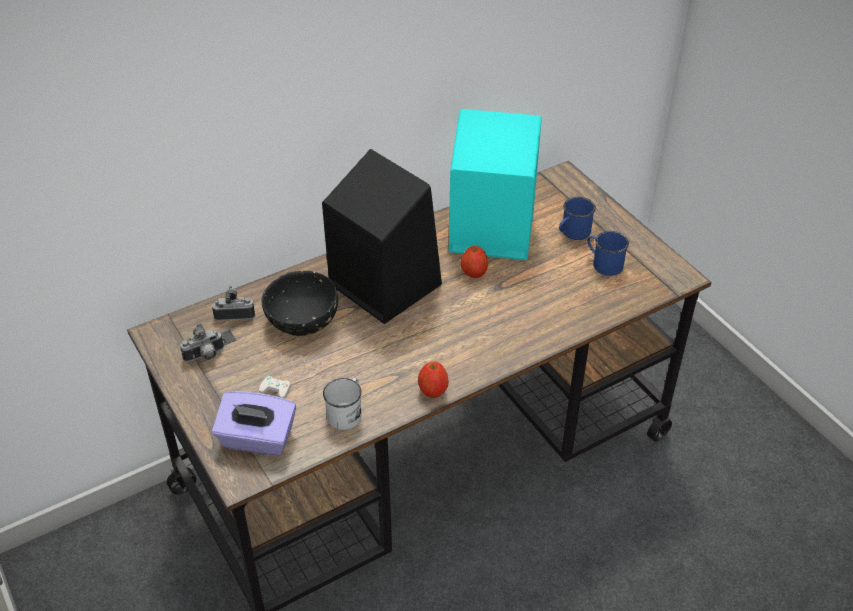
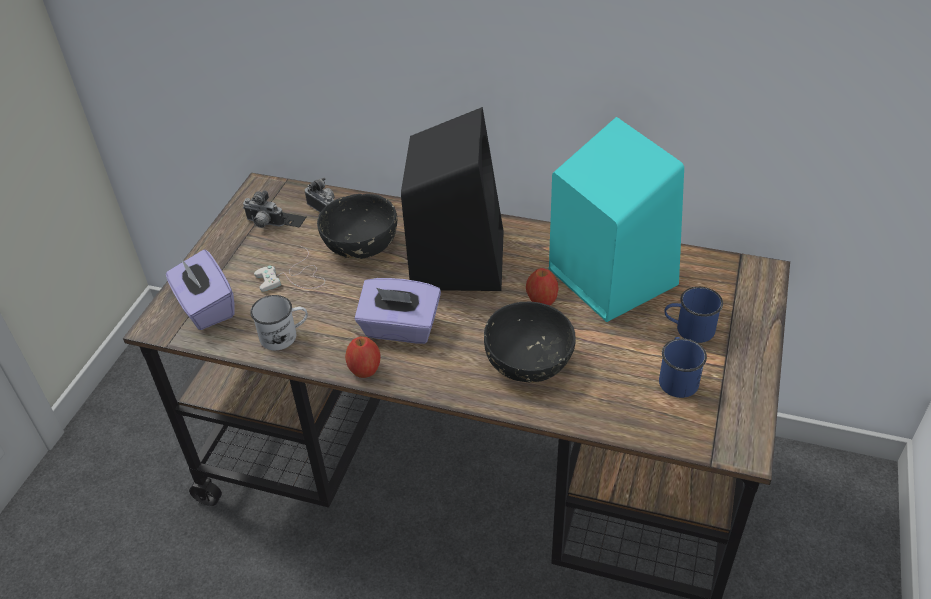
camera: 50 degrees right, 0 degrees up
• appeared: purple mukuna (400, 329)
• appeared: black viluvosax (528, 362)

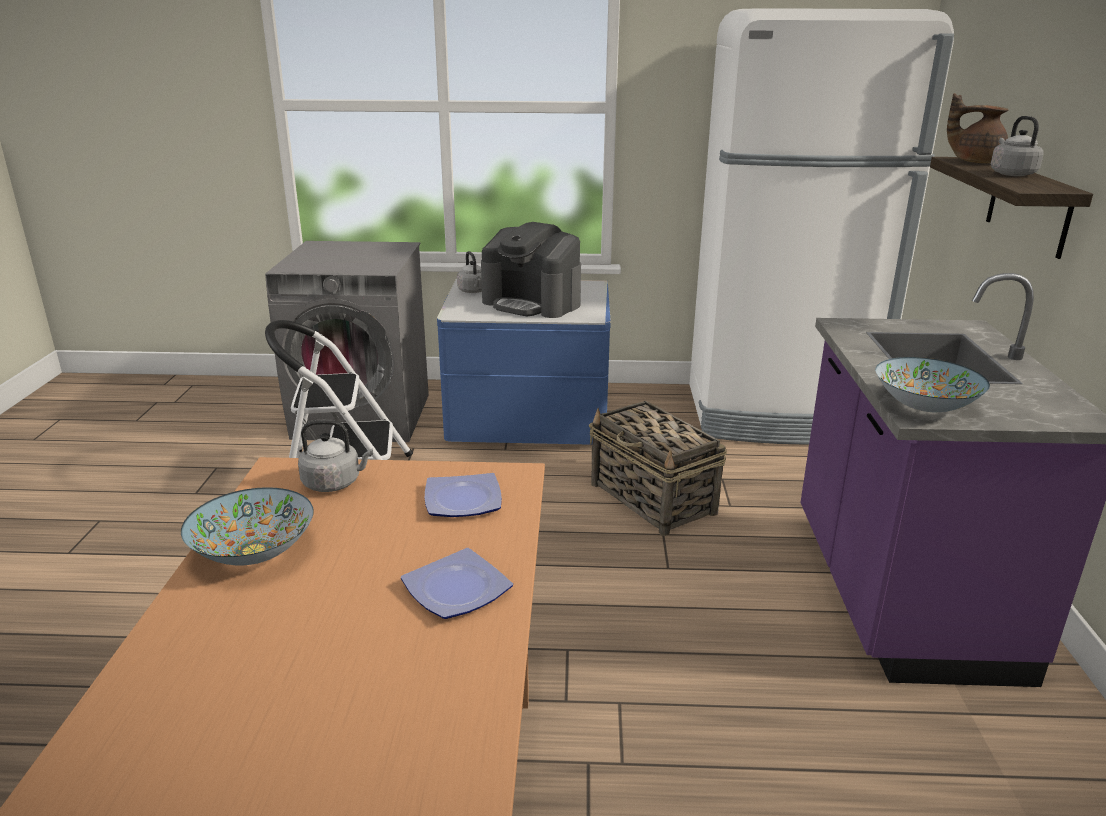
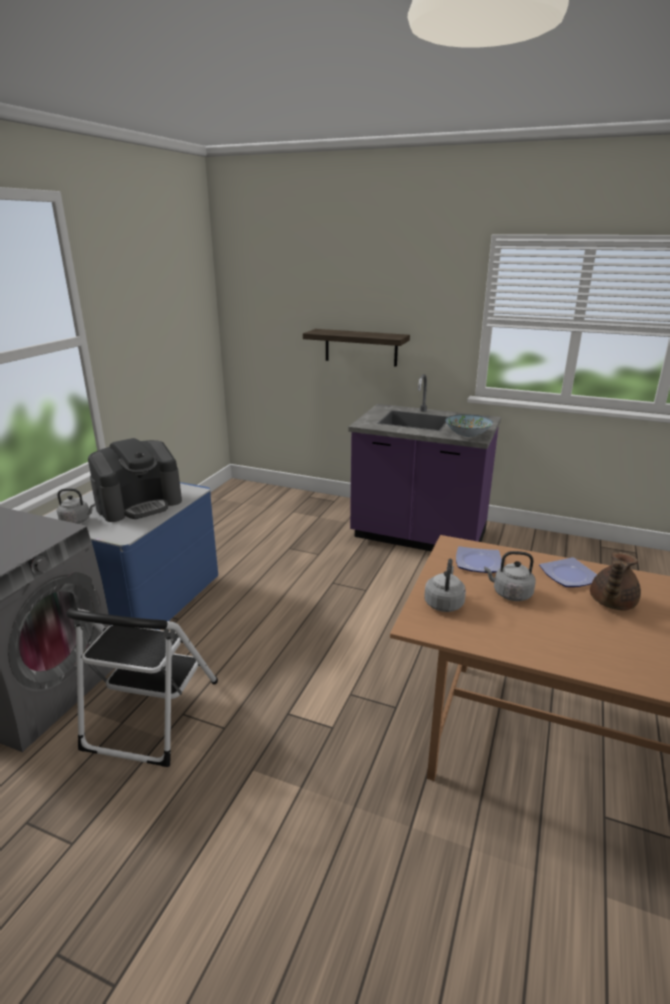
camera: 70 degrees left, 0 degrees up
• relocated: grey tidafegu (1011, 174) to (510, 594)
• relocated: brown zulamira (975, 161) to (611, 602)
• missing: viluvosax (253, 552)
• missing: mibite (653, 499)
• missing: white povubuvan (780, 414)

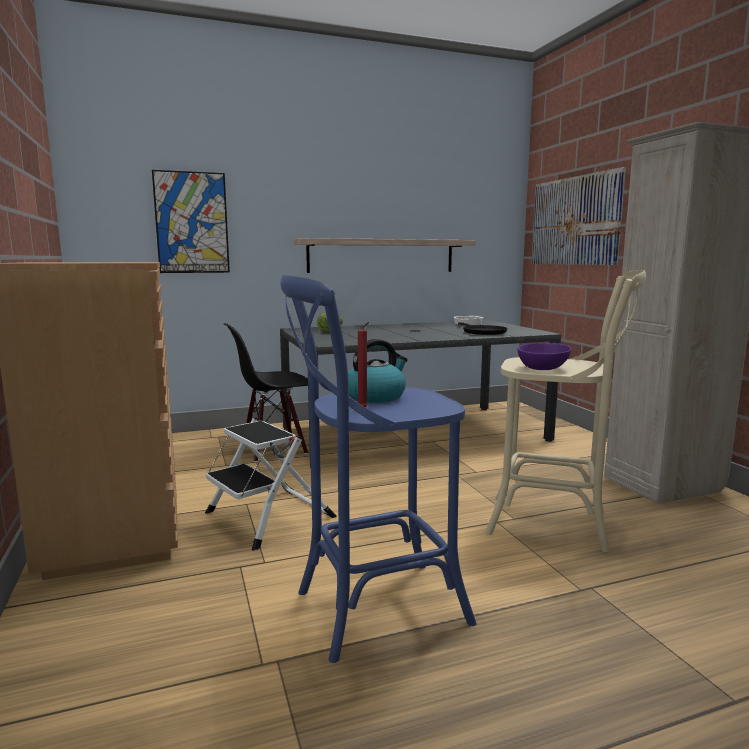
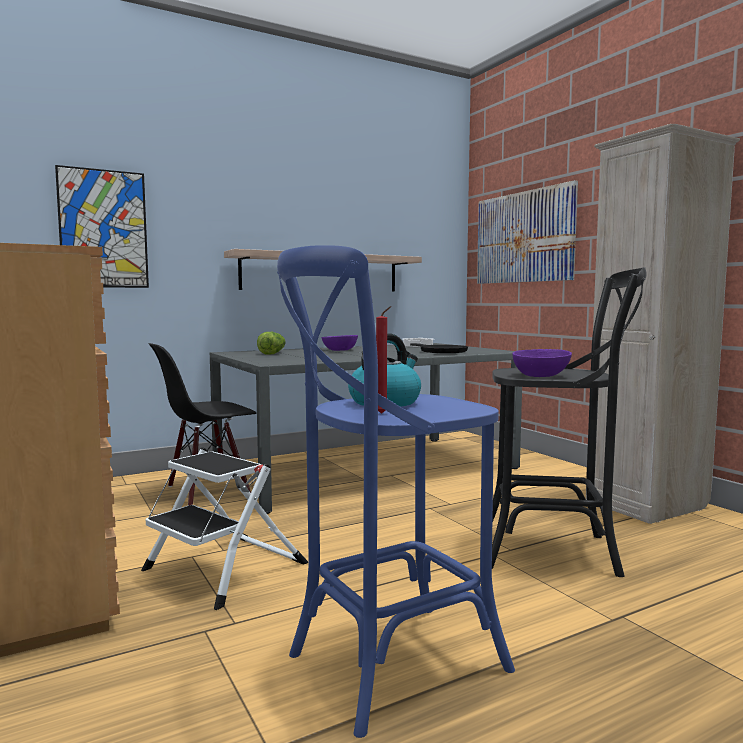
camera: 10 degrees left, 5 degrees down
• appeared: purple viluvosax (340, 350)
• colour: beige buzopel (554, 524) to black buzopel (555, 552)

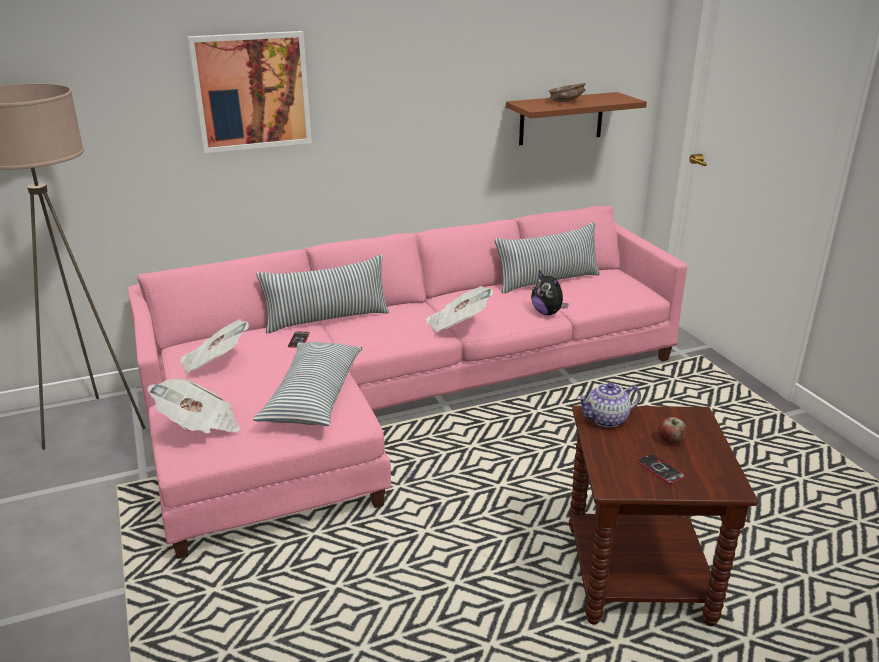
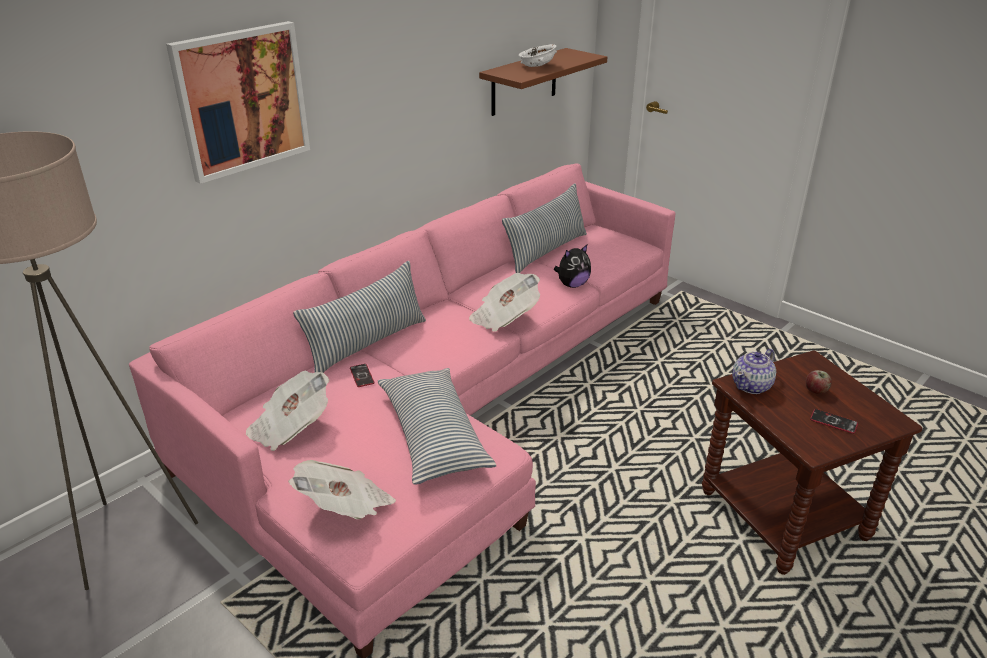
camera: 25 degrees left, 5 degrees up
• colour: brown viluvosax (566, 101) to white viluvosax (537, 65)
• spun: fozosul (547, 313) = (572, 285) 60 degrees counterclockwise

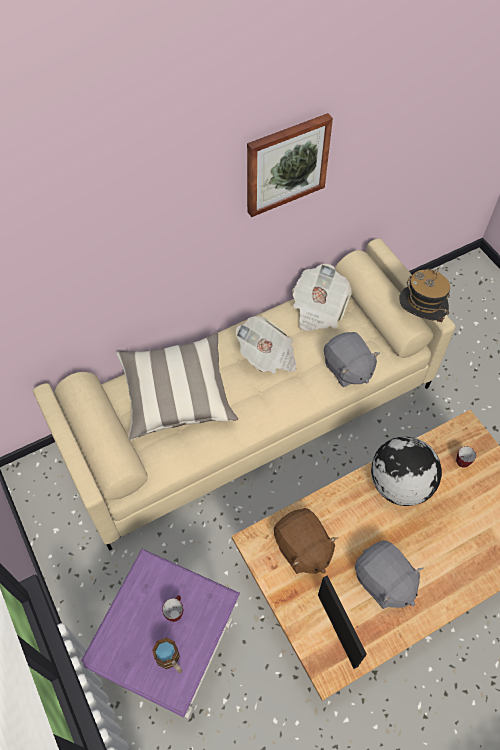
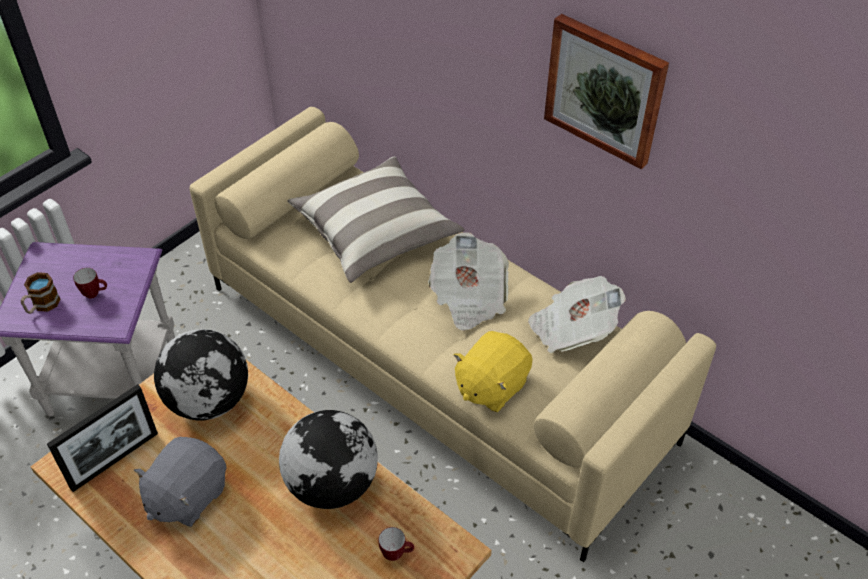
camera: 70 degrees right, 10 degrees down
• exchanged: brown fozosul (302, 548) to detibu (210, 400)
• colour: grey fozosul (347, 369) to yellow fozosul (491, 386)
• missing: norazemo (419, 317)

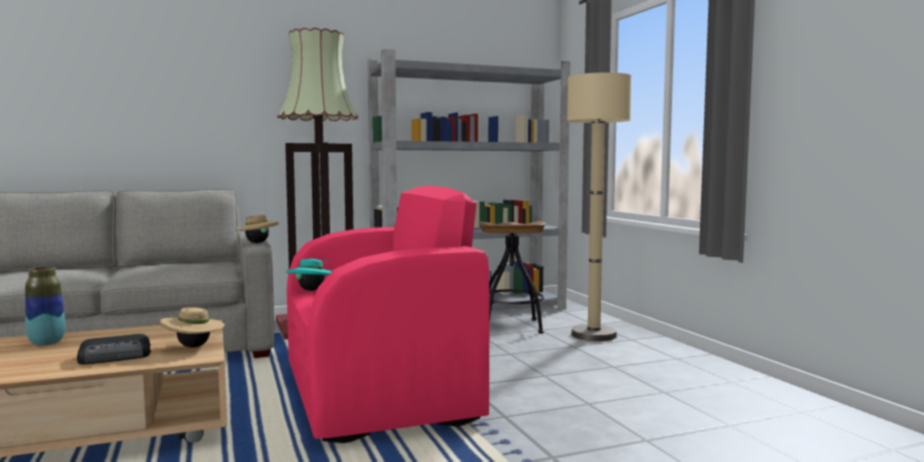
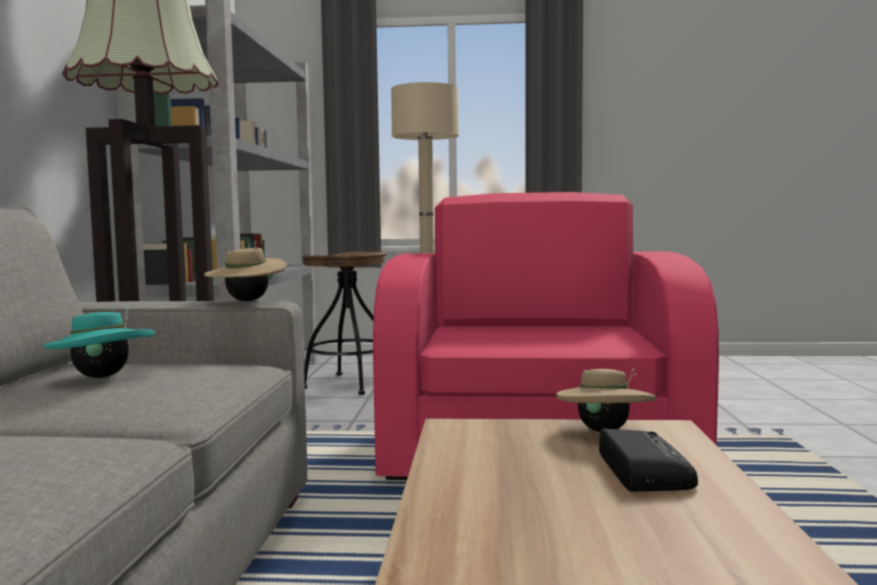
camera: 65 degrees left, 0 degrees up
• relocated: turquoise norazemo (312, 290) to (103, 376)
• missing: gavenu (46, 343)

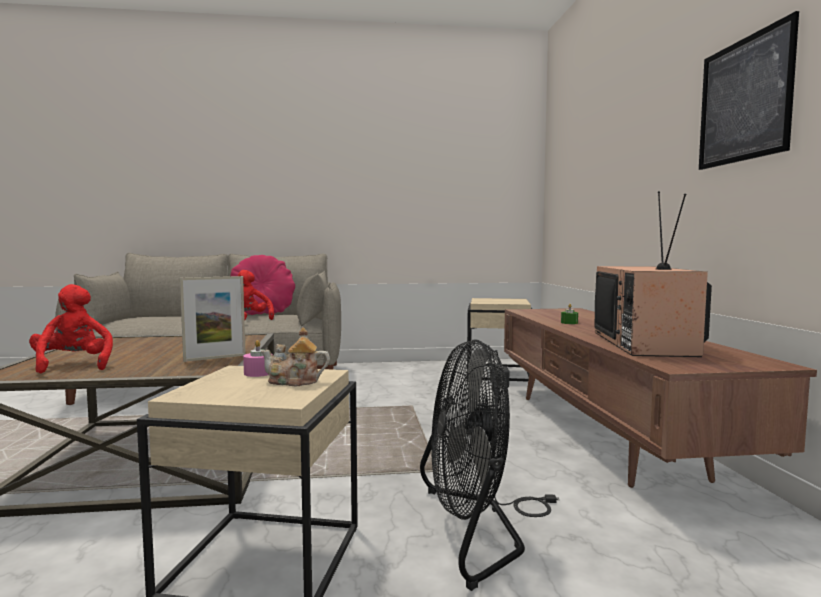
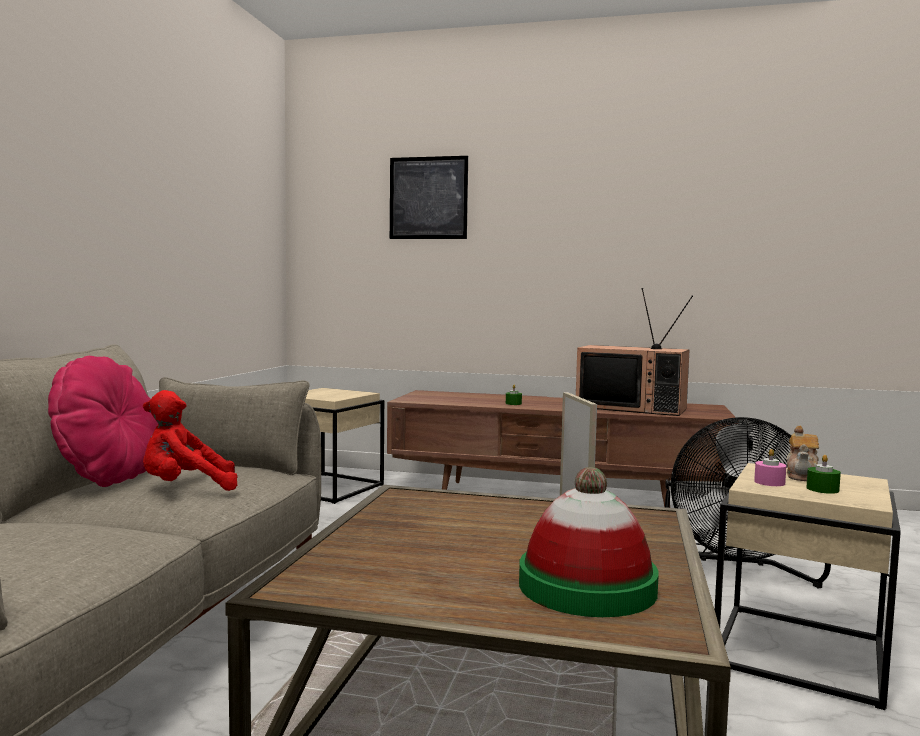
camera: 70 degrees left, 0 degrees up
• relocated: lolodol (744, 100) to (428, 198)
• exchanged: red fozosul (73, 365) to norazemo (587, 586)
• appeared: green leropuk (822, 489)

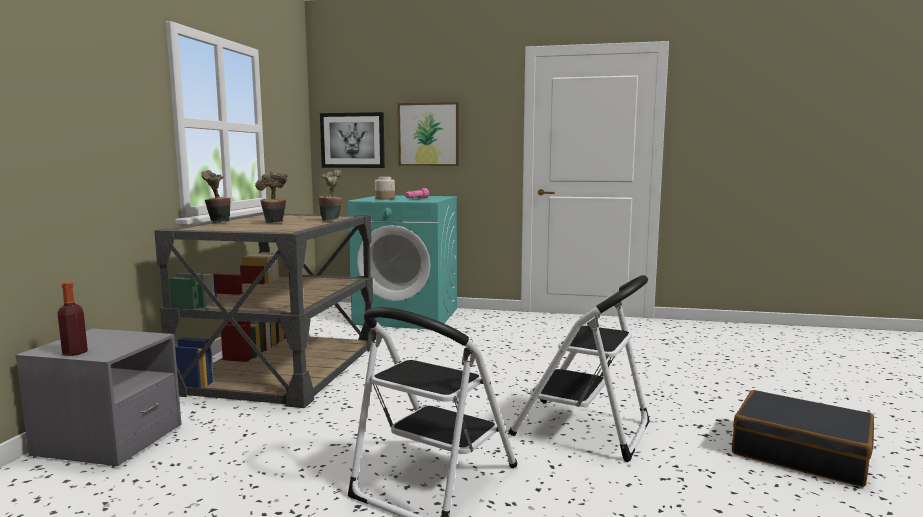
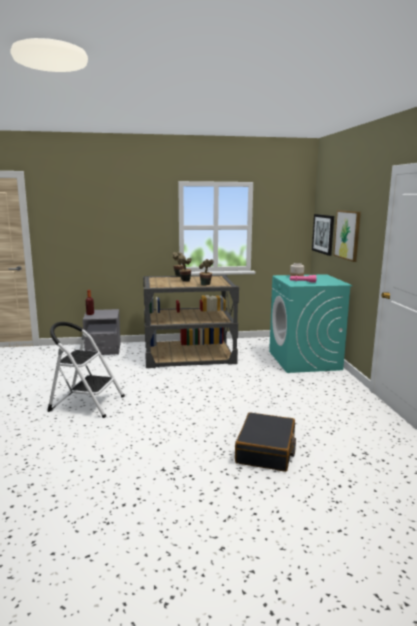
camera: 70 degrees right, 5 degrees up
• relocated: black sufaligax (800, 453) to (266, 451)
• missing: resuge (585, 430)

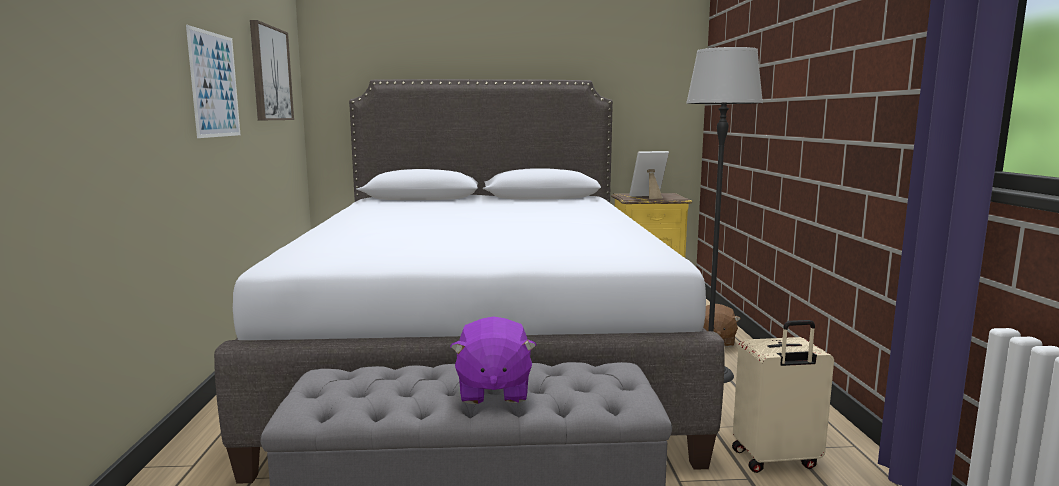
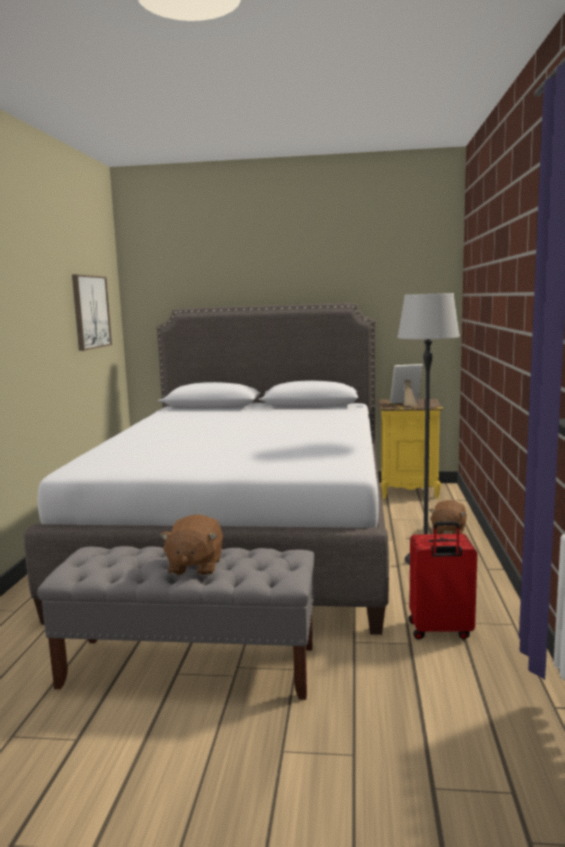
camera: 10 degrees right, 0 degrees up
• colour: purple fozosul (493, 391) to brown fozosul (194, 566)
• colour: beige sufaligax (776, 460) to red sufaligax (440, 631)
• missing: lolodol (214, 85)

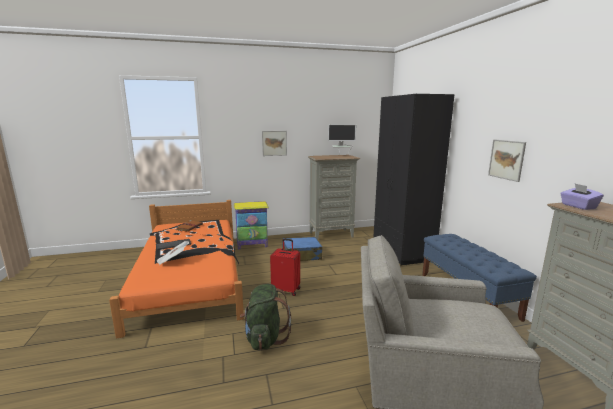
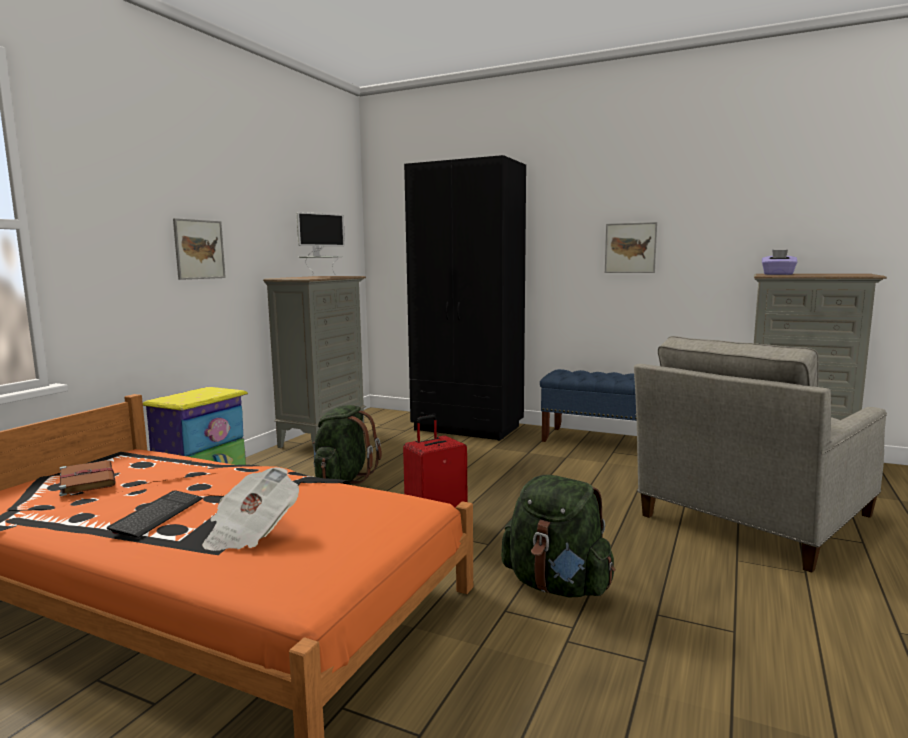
camera: 50 degrees left, 5 degrees down
• exchanged: blue sufaligax (301, 255) to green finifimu (343, 478)

